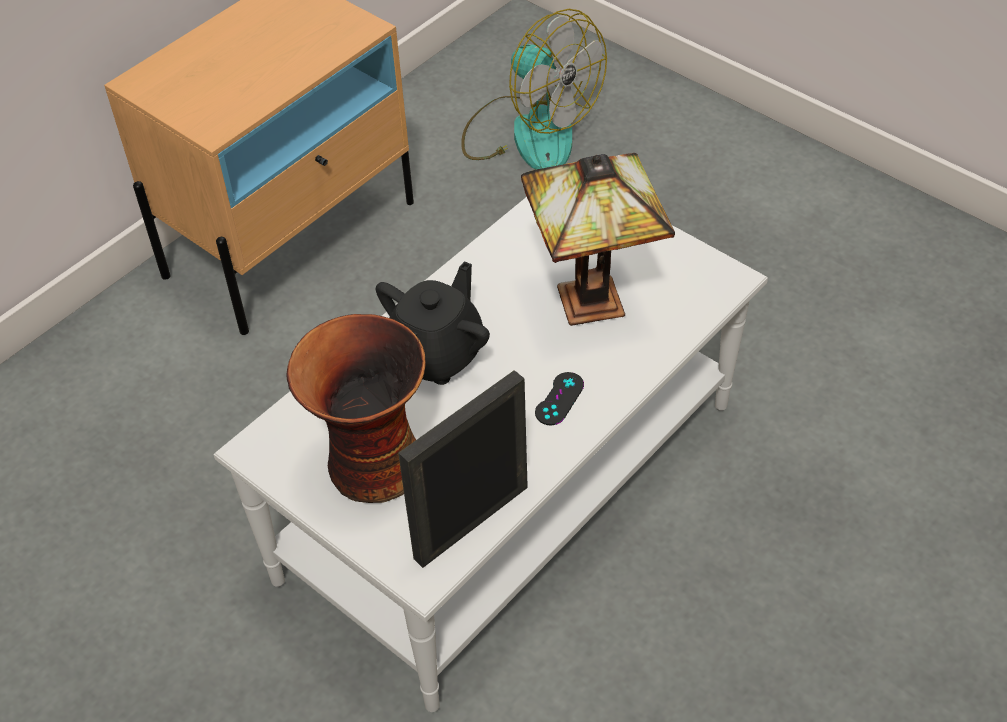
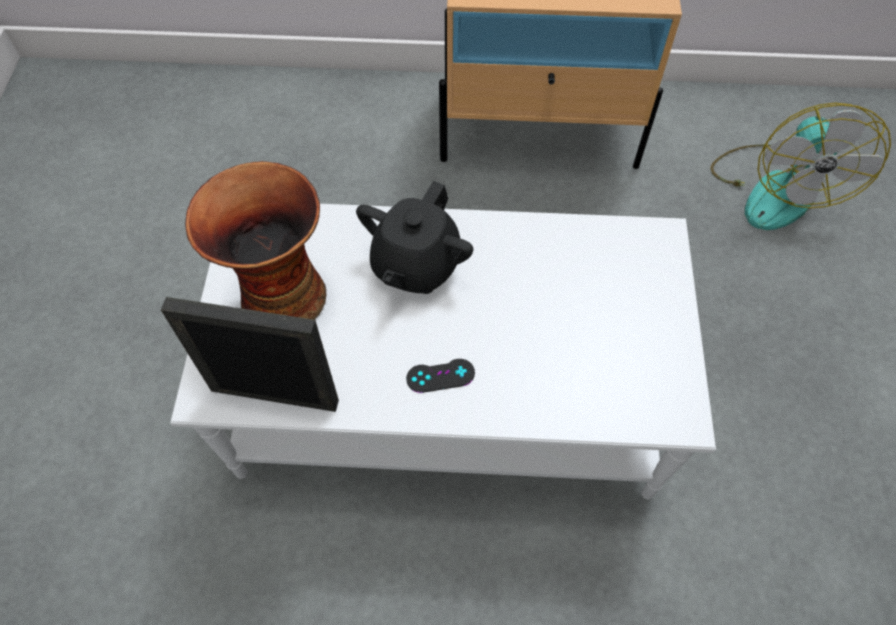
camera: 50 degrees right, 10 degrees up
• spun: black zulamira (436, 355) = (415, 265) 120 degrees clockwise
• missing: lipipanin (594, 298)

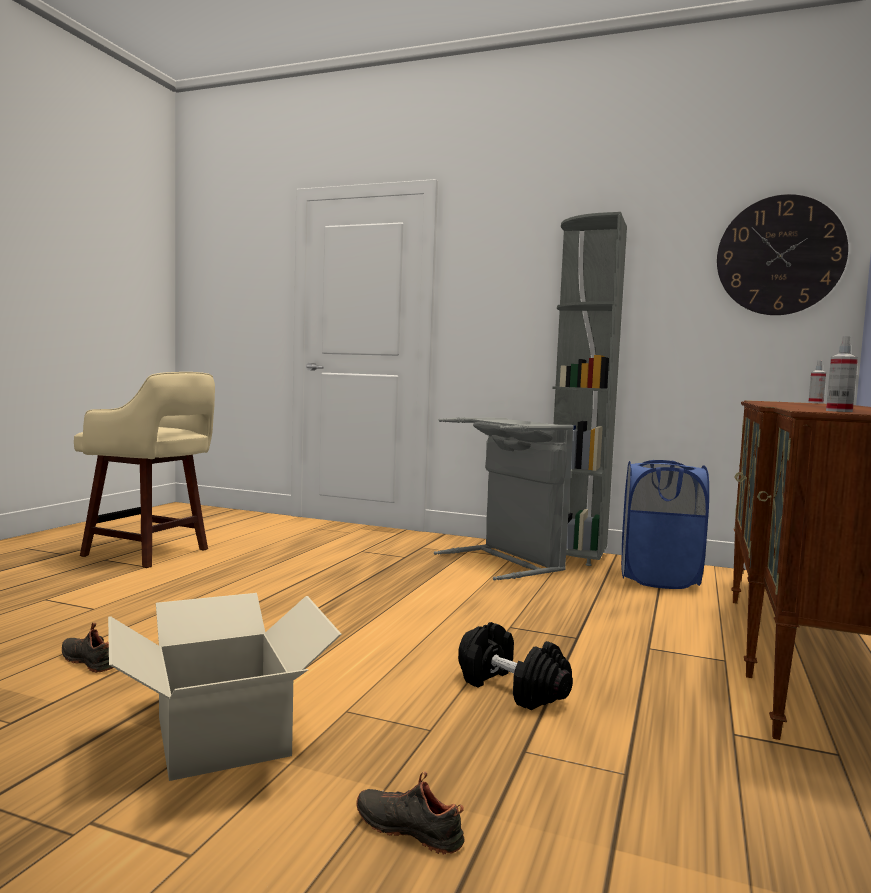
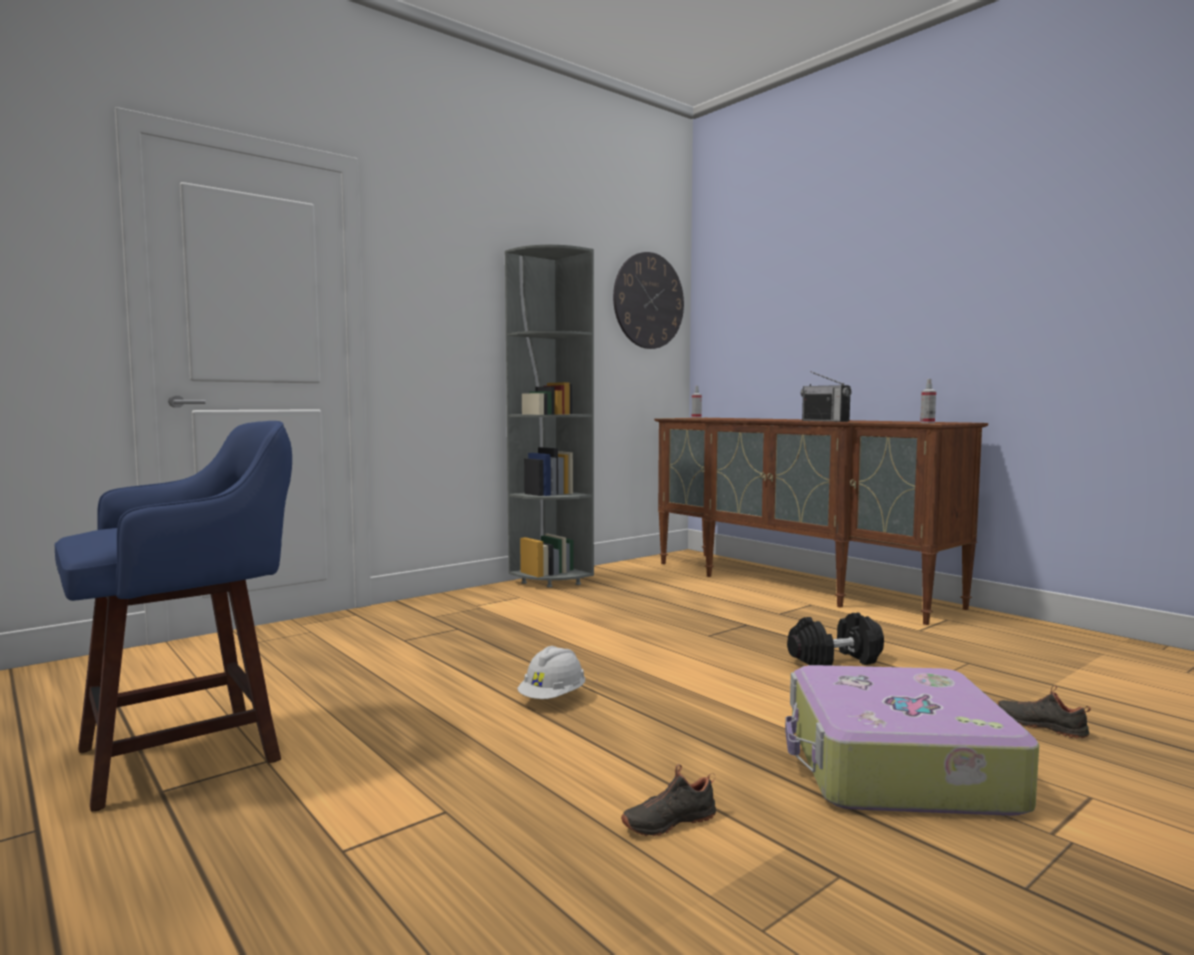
camera: 60 degrees left, 0 degrees up
• colour: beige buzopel (149, 553) to blue buzopel (190, 753)
• appeared: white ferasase (553, 698)
• exchanged: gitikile (220, 736) to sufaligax (896, 767)
• appeared: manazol (825, 421)
• spun: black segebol (410, 829) = (1041, 725) 75 degrees clockwise
• missing: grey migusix (508, 561)
• missing: blue migusix (659, 579)

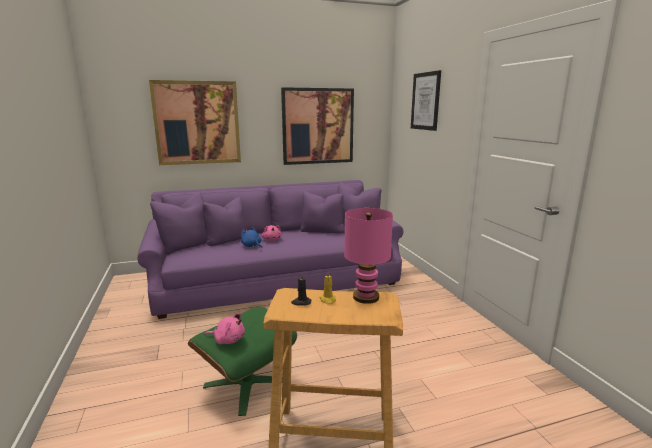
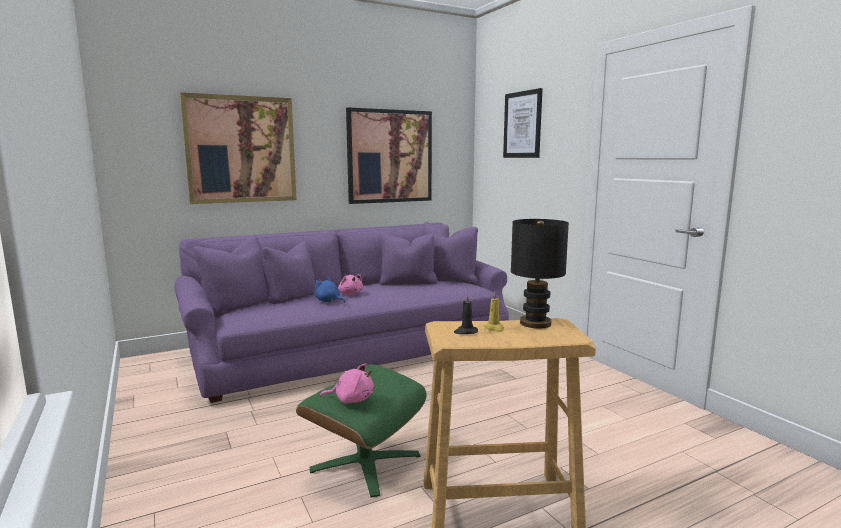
camera: 10 degrees left, 5 degrees down
• colour: pink lipipanin (365, 297) to black lipipanin (535, 323)

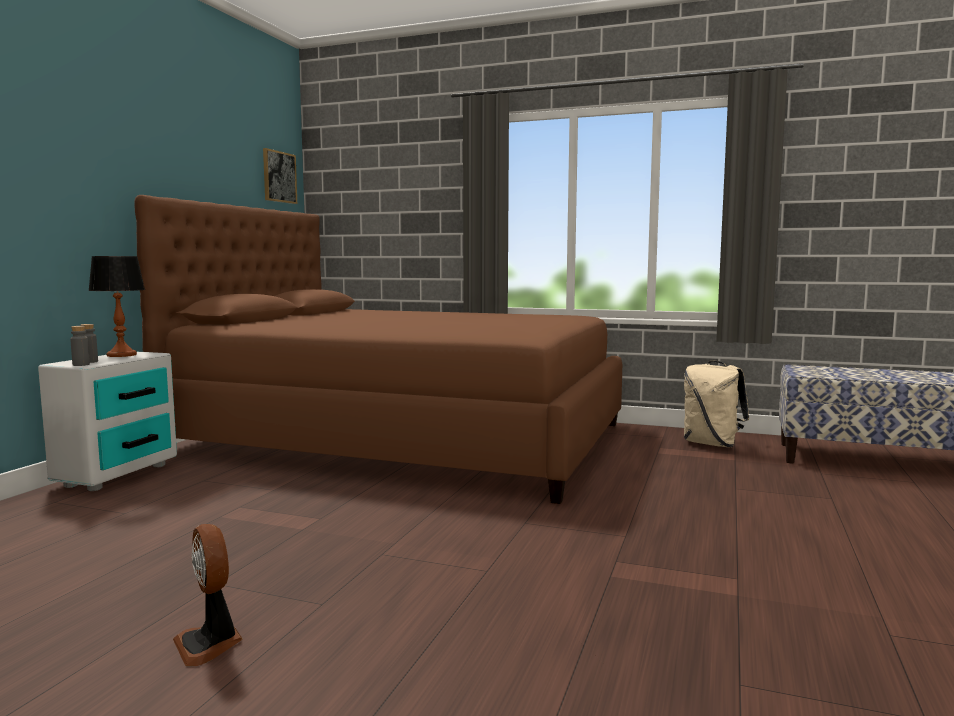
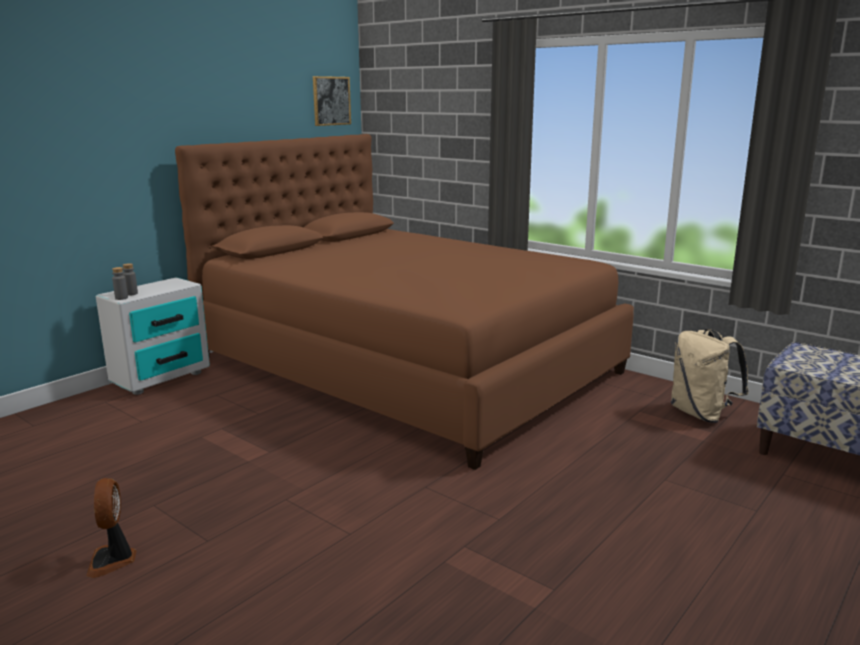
camera: 20 degrees right, 10 degrees up
• missing: lipipanin (122, 355)

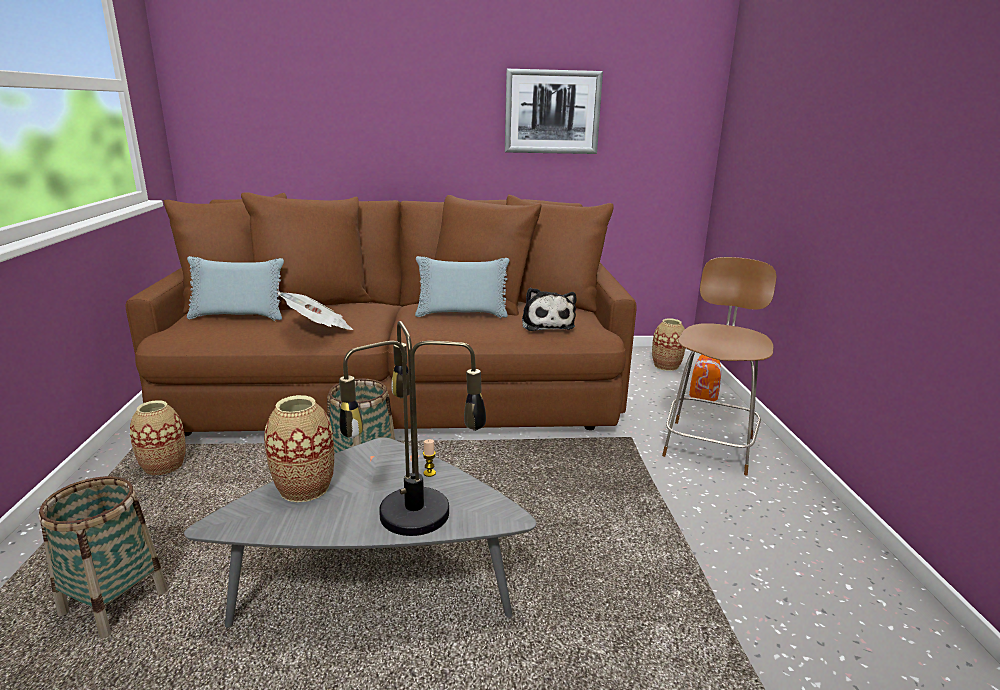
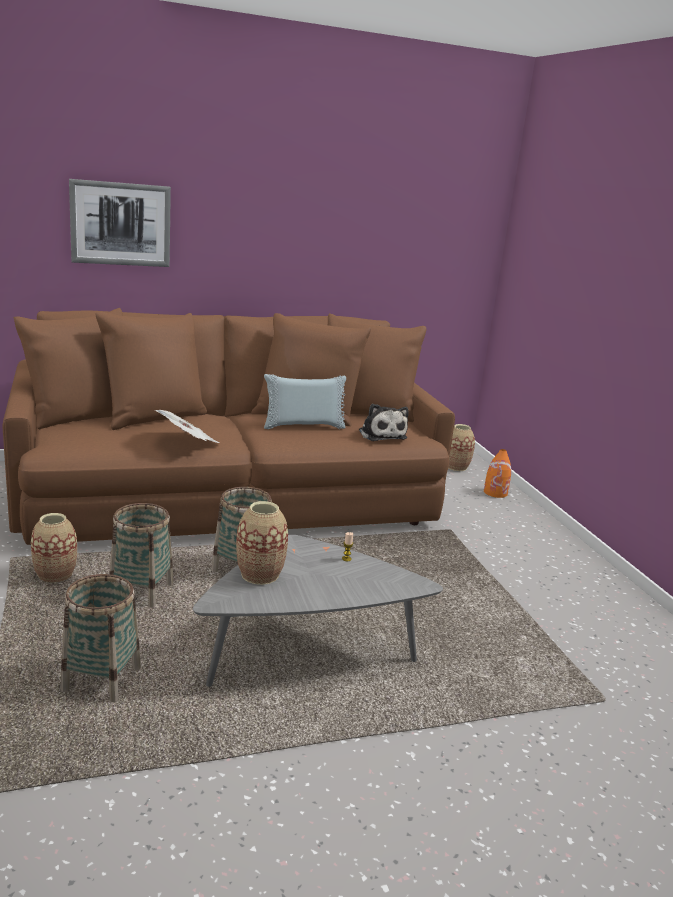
camera: 15 degrees left, 0 degrees up
• relocated: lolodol (552, 112) to (120, 224)
• appeared: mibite (141, 591)
• missing: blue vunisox (238, 316)
• missing: lipipanin (415, 512)
• missing: brown buzopel (709, 445)

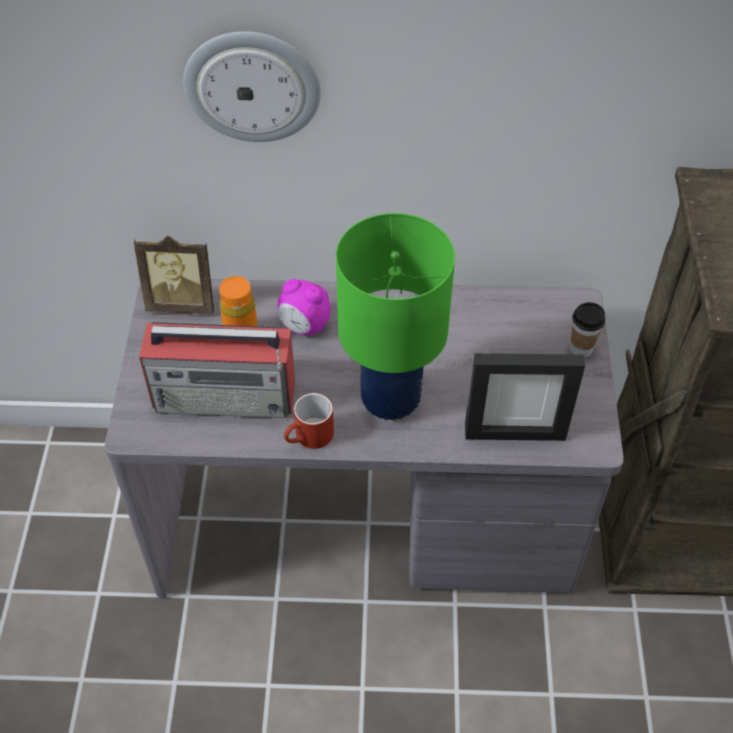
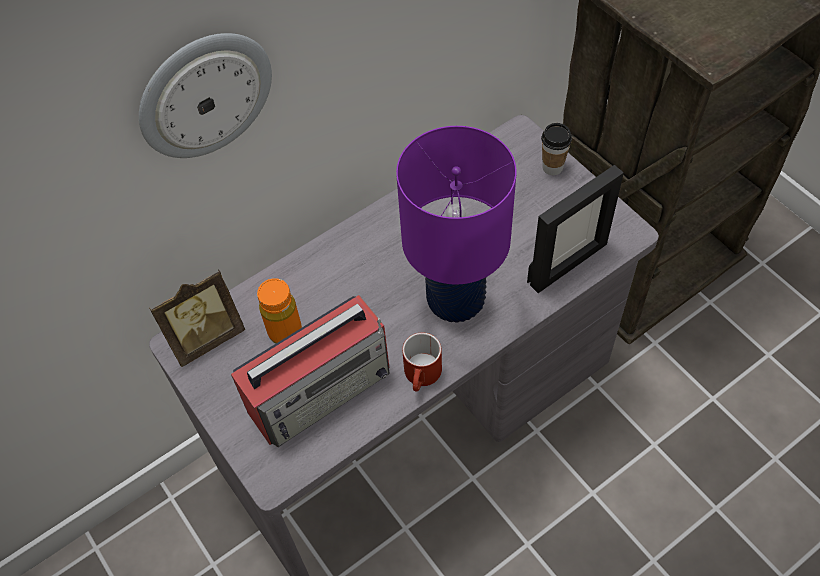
camera: 35 degrees left, 5 degrees up
• colour: green lipipanin (391, 402) to purple lipipanin (456, 303)
• missing: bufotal (304, 326)

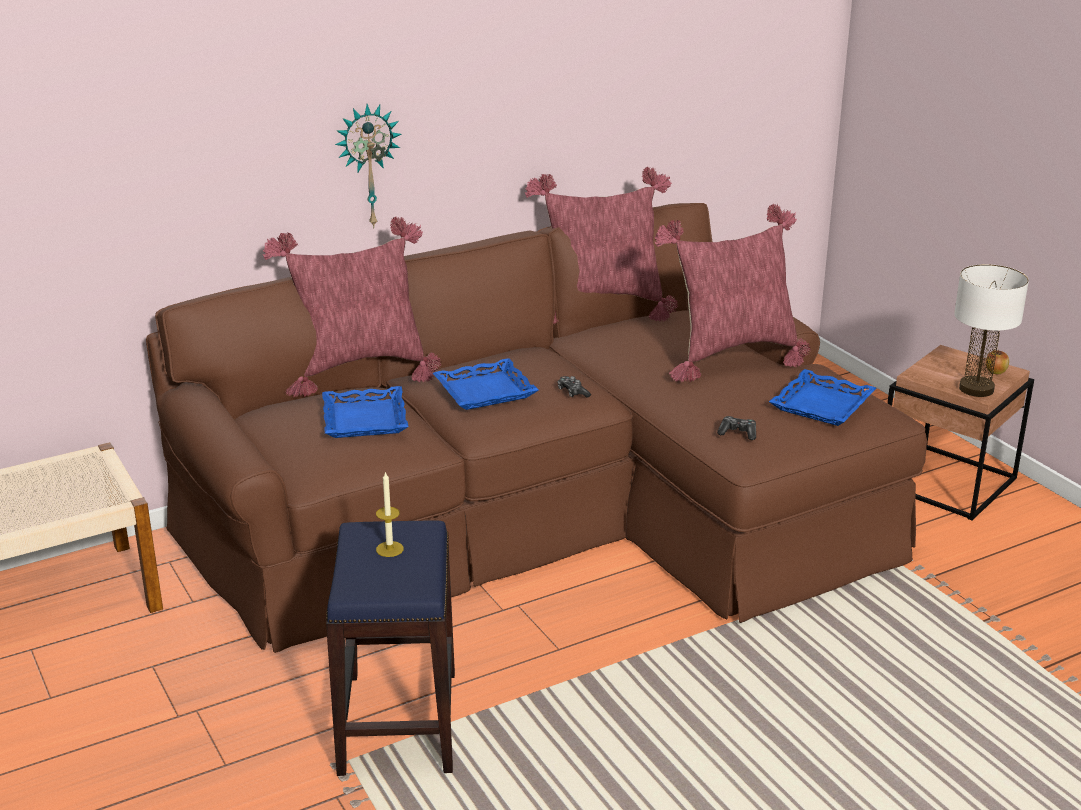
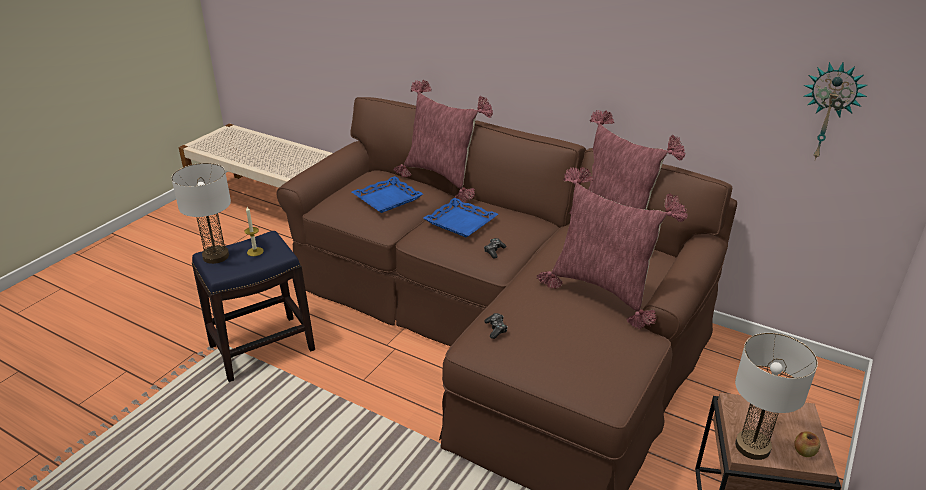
camera: 60 degrees right, 5 degrees up
• appeared: lipipanin (216, 256)
• relocated: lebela (368, 165) to (829, 111)
• missing: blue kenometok (821, 404)

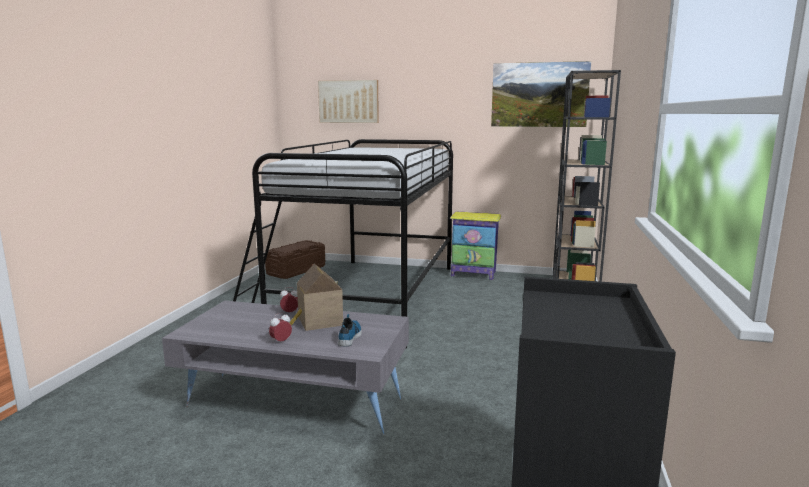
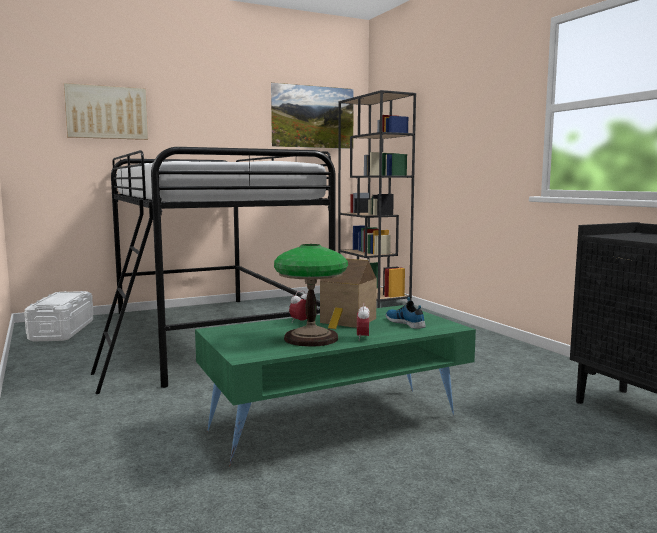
camera: 40 degrees left, 5 degrees down
• colour: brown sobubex (296, 270) to white sobubex (62, 330)
• colour: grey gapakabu (294, 404) to green gapakabu (335, 424)
• appeared: lipipanin (310, 338)
• missing: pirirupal (474, 275)

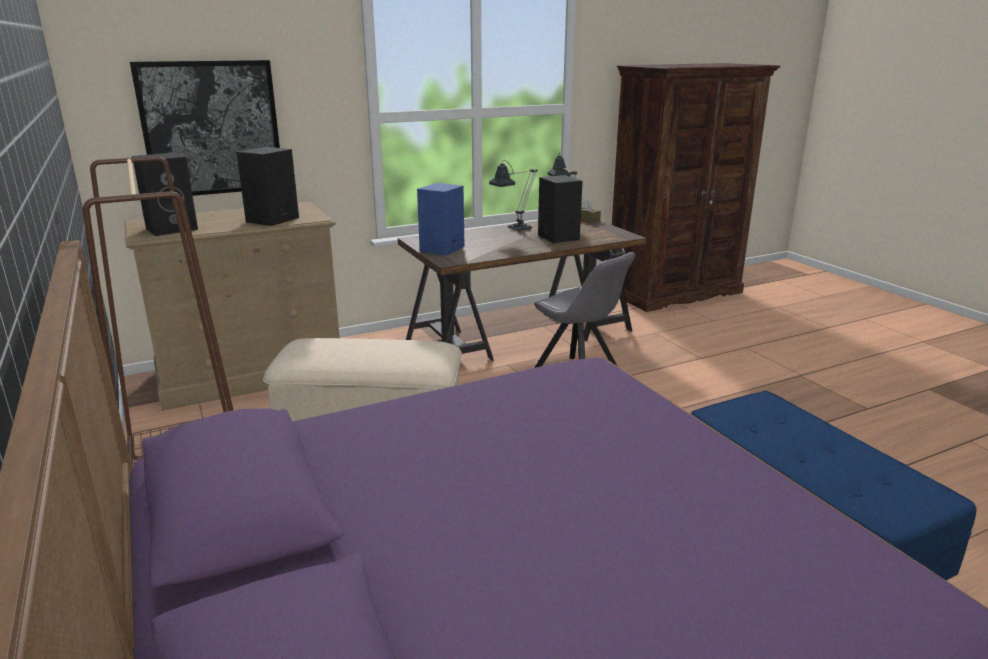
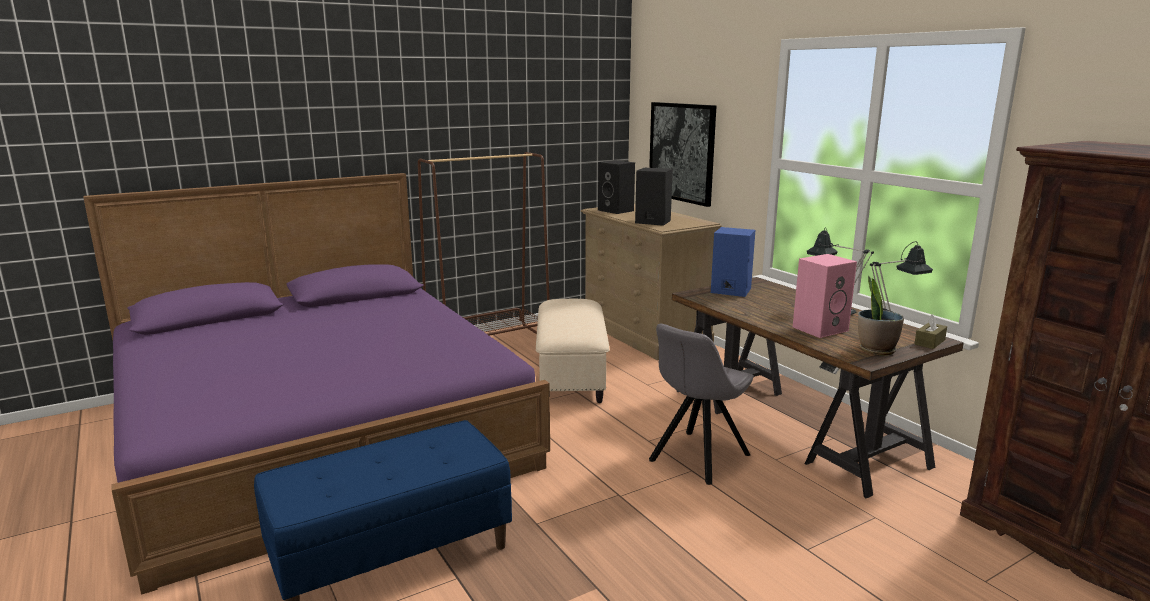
camera: 85 degrees right, 5 degrees down
• colour: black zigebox (557, 237) to pink zigebox (820, 328)
• appeared: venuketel (876, 350)

